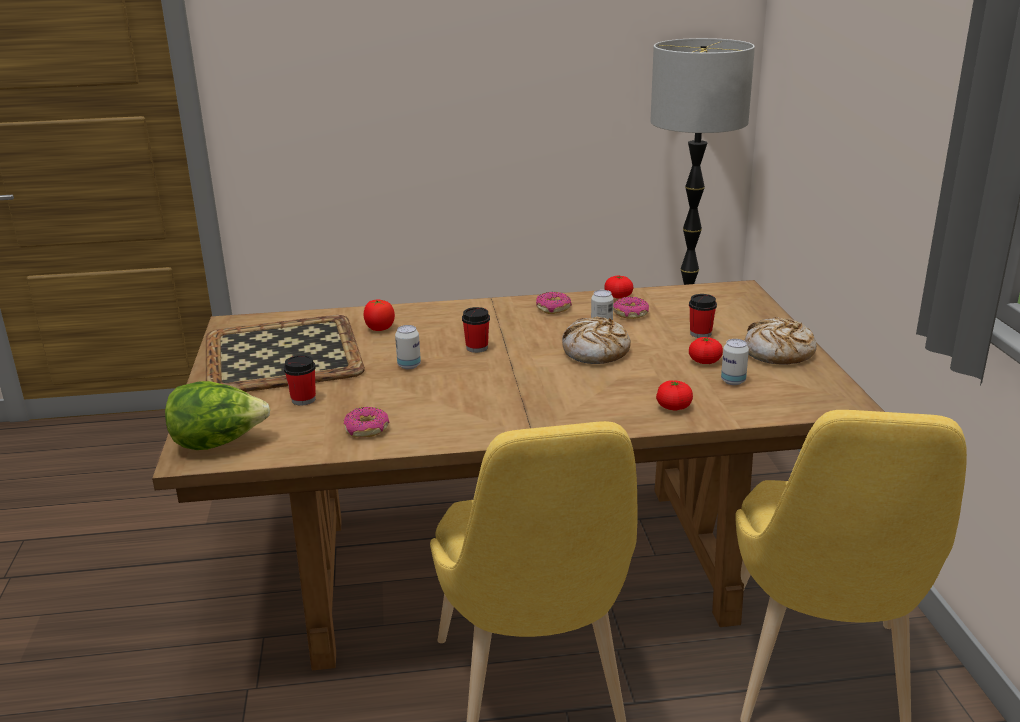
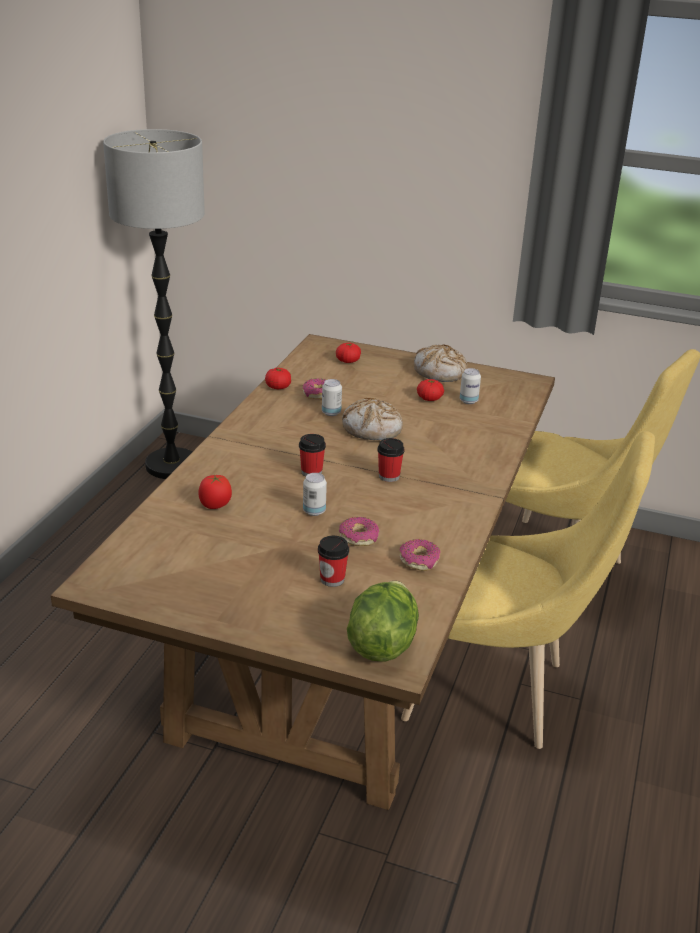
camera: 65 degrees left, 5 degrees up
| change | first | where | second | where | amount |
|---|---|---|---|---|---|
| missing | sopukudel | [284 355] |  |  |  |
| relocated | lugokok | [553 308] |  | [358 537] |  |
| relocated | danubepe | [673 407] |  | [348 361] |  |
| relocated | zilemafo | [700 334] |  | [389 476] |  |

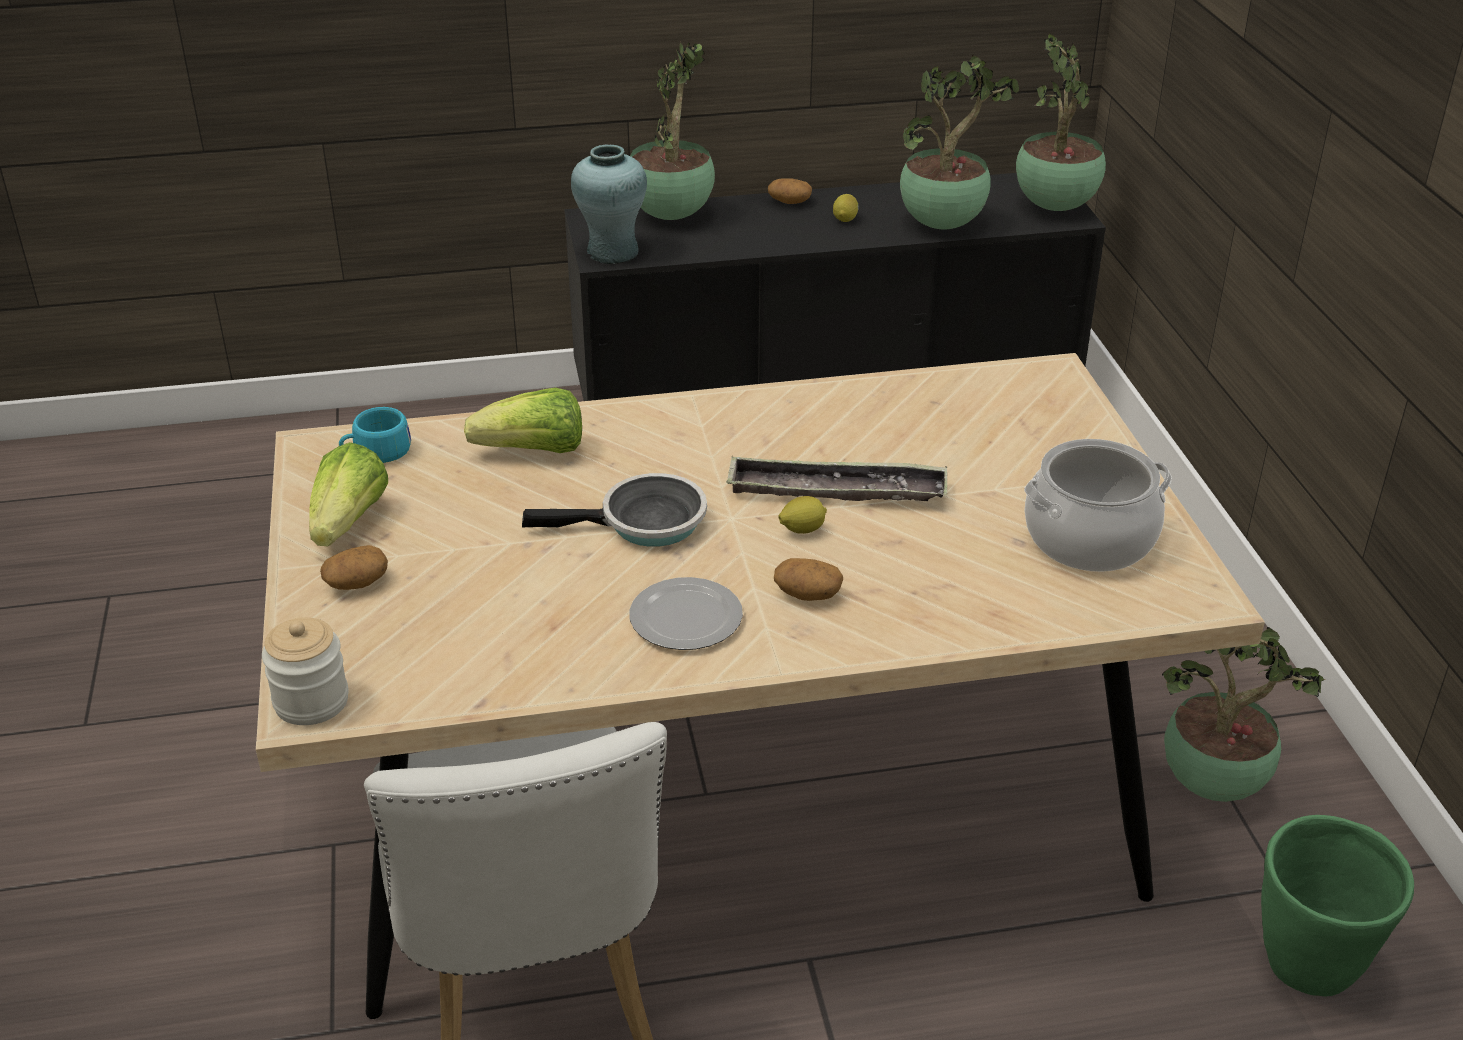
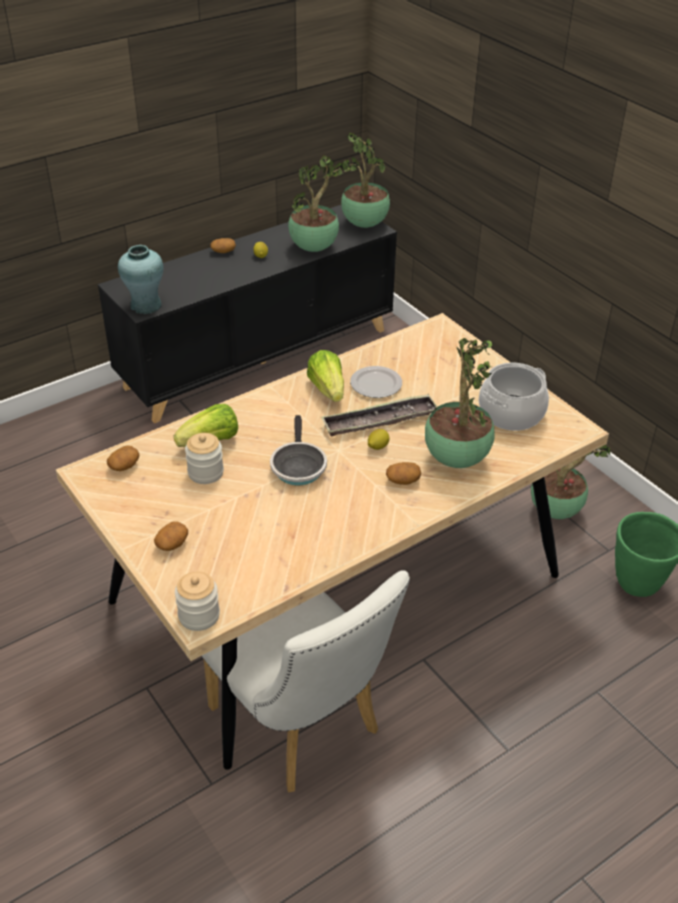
camera: 25 degrees left, 5 degrees up
| change | first | where | second | where | amount |
|---|---|---|---|---|---|
| appeared |  |  | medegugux | [205 472] |  |
| relocated | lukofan | [349 522] |  | [327 389] |  |
| relocated | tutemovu | [685 619] |  | [376 385] |  |
| relocated | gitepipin | [671 214] |  | [455 458] |  |
| exchanged | zilemafo (turquoise) | [376 452] | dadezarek | [124 466] |  |
| spun | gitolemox | [644 523] |  | [297 466] | 120 degrees clockwise |

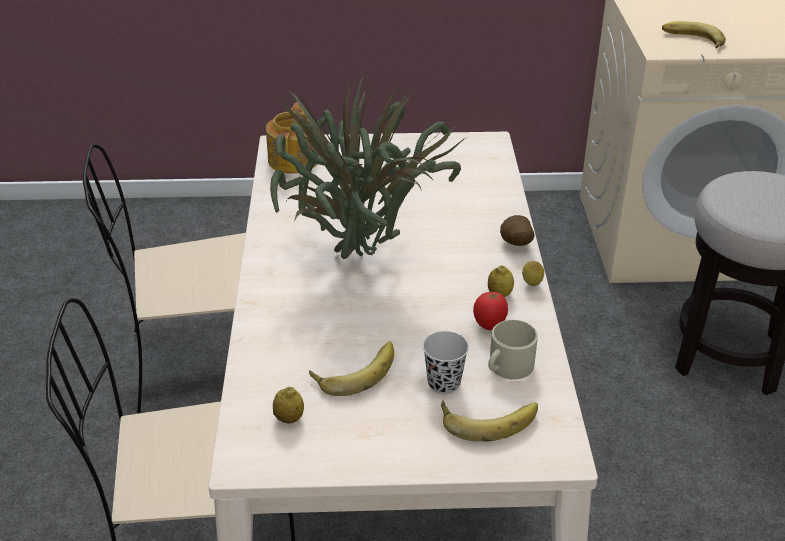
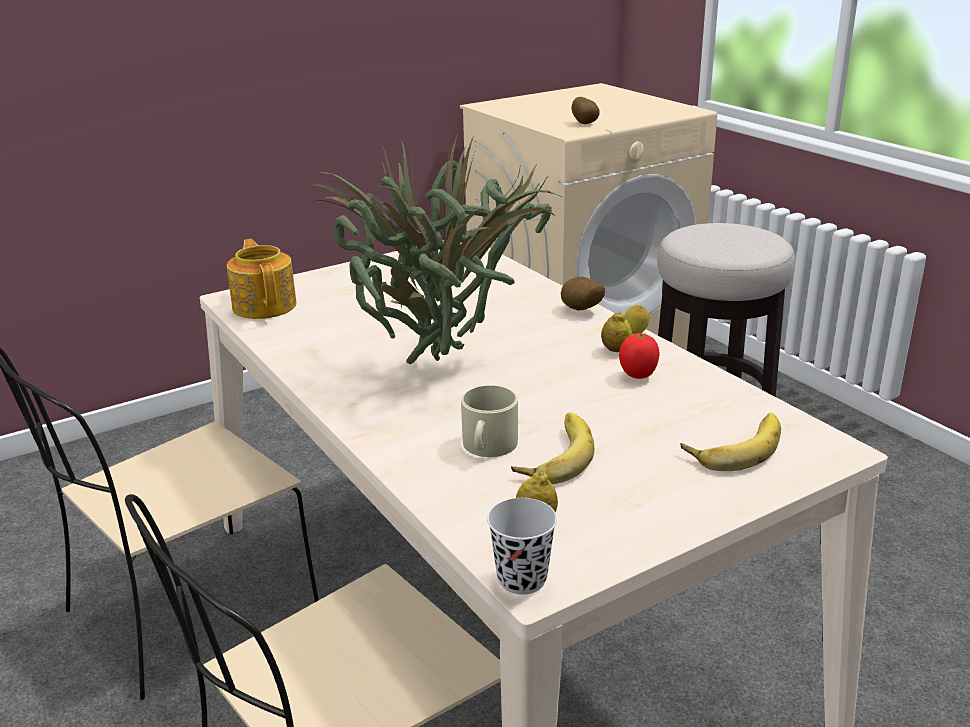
camera: 30 degrees left, 10 degrees down
| change | first | where | second | where | amount |
|---|---|---|---|---|---|
| relocated | zilemafo (black) | [444 383] |  | [522 579] |  |
| relocated | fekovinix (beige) | [507 367] |  | [488 446] |  |
| exchanged | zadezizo | [692 40] | dadezarek | [585 123] |  |

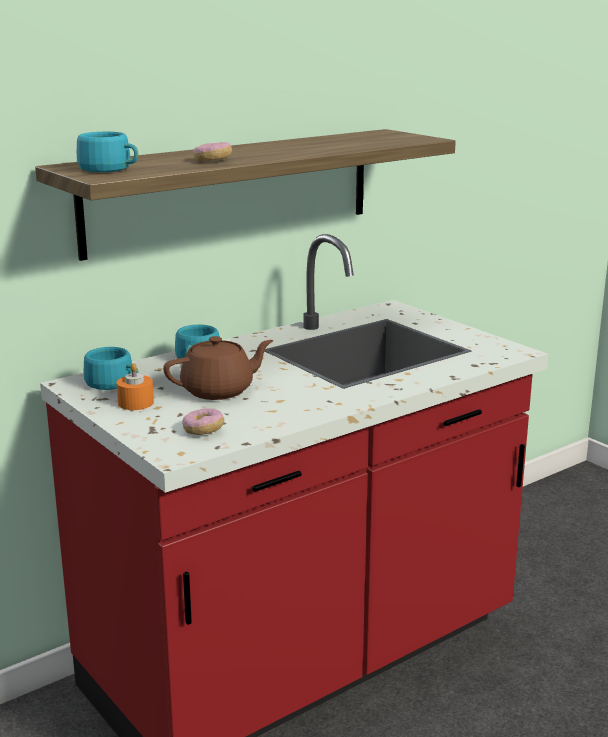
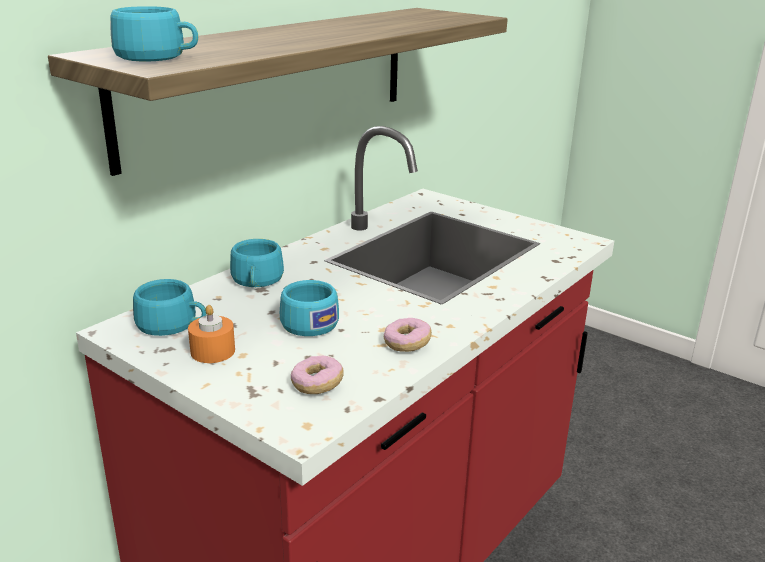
camera: 15 degrees left, 5 degrees up
| change | first | where | second | where | amount |
|---|---|---|---|---|---|
| relocated | lugokok | [212 160] |  | [407 344] |  |
| exchanged | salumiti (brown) | [219 391] | zilemafo (turquoise) | [305 322] |  |

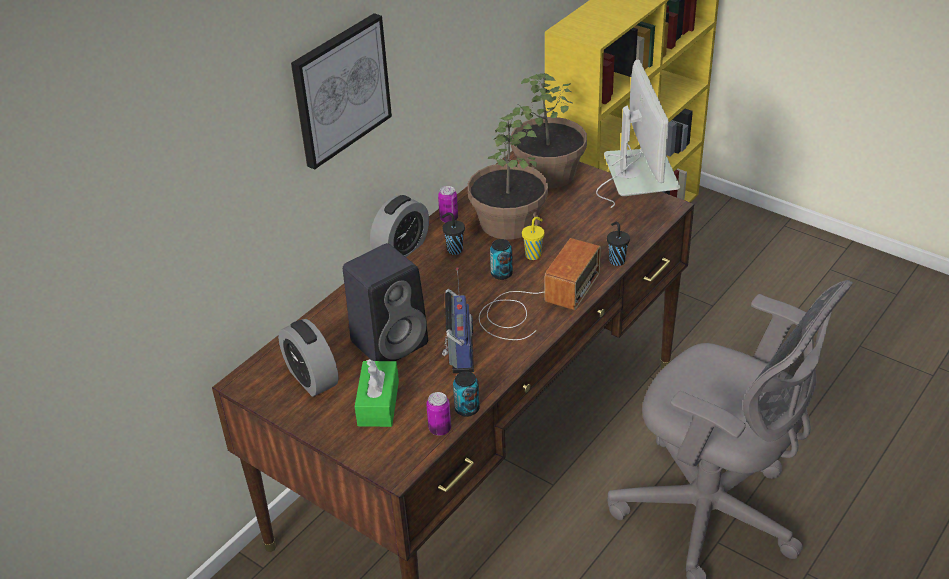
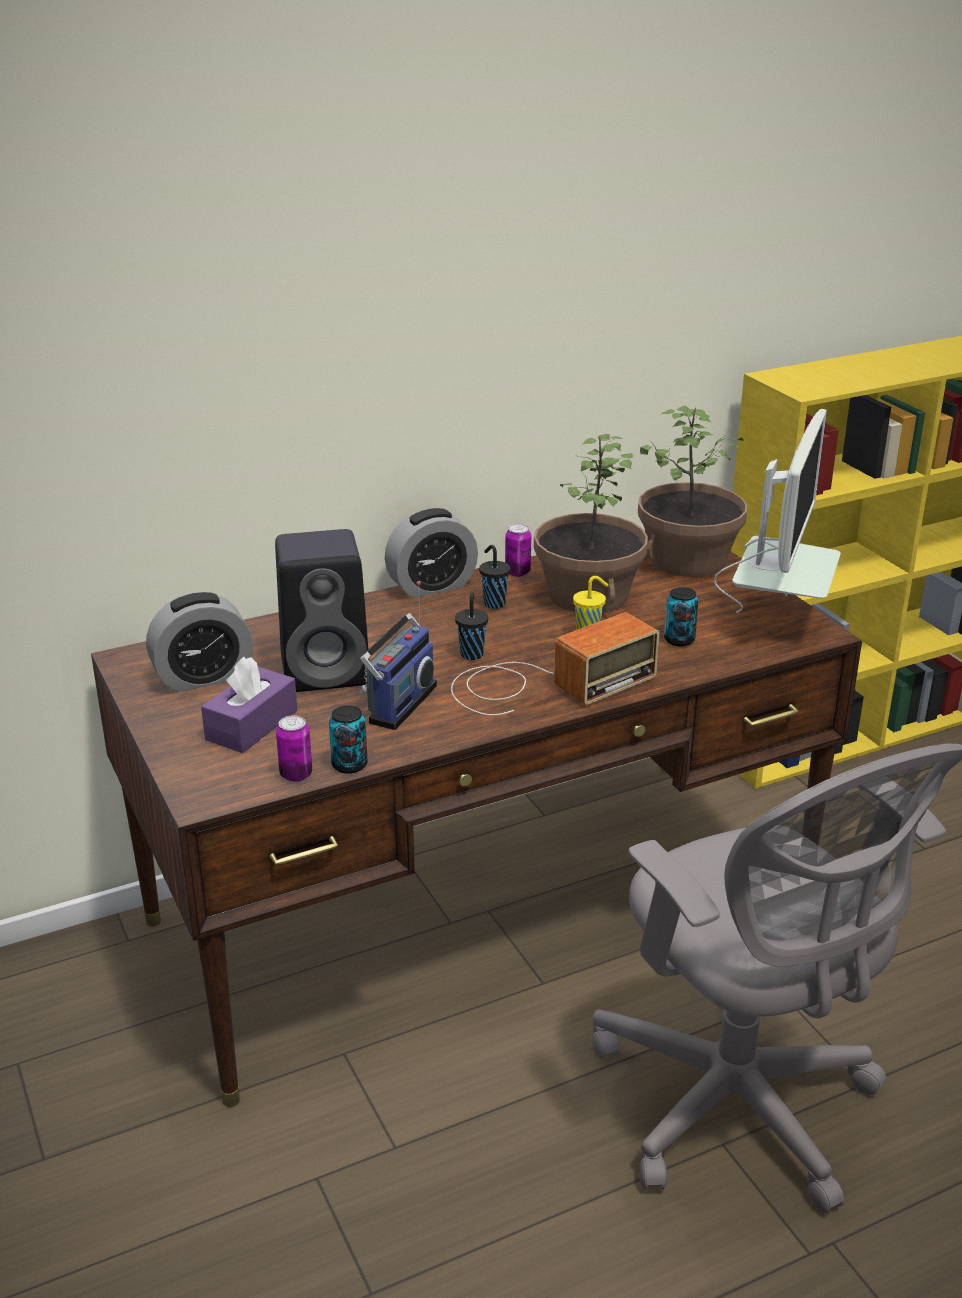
camera: 25 degrees right, 10 degrees down
| change | first | where | second | where | amount |
|---|---|---|---|---|---|
| missing | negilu | [340 89] |  |  |  |
| relocated | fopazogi | [501 274] |  | [679 640] |  |
| relocated | zilemafo (black) | [616 260] |  | [471 654] |  |
| colour | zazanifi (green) | [378 403] | zazanifi (purple) | [252 725] |  |
| spun | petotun | [311 378] |  | [203 677] | 105 degrees counterclockwise |

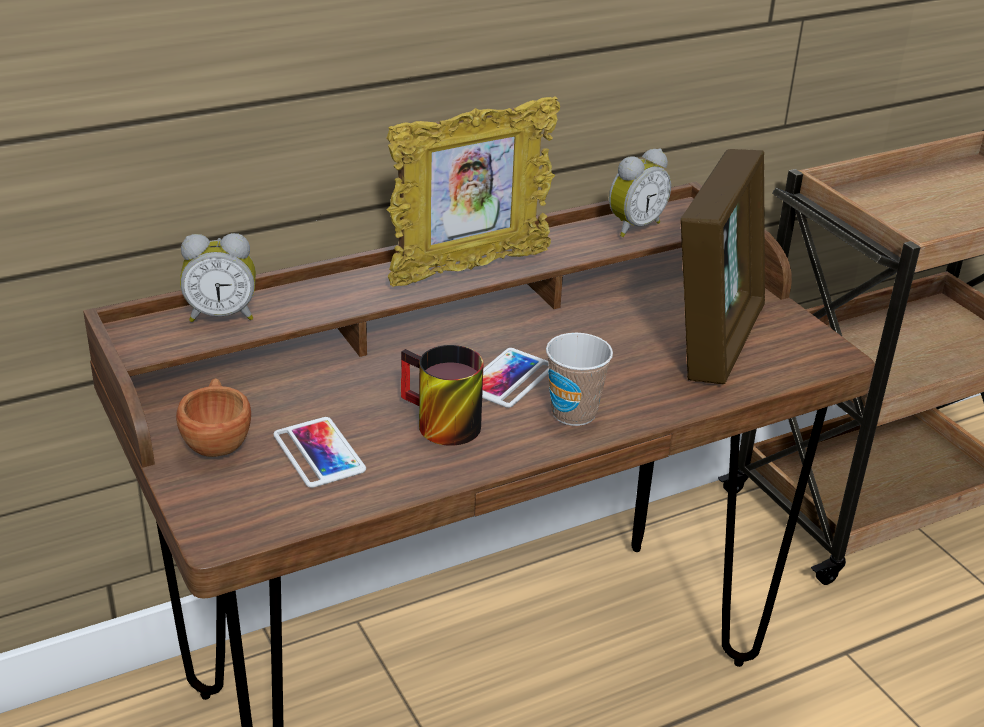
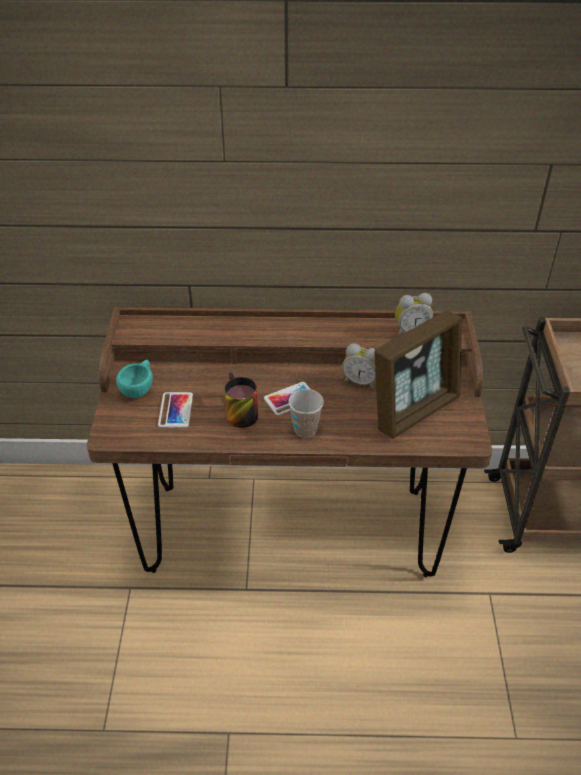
camera: 30 degrees right, 10 degrees up
| change | first | where | second | where | amount |
|---|---|---|---|---|---|
| missing | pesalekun | [469 268] |  |  |  |
| relocated | petotun | [222 315] |  | [361 381] |  |
| colour | zilemafo (brown) | [217 440] | zilemafo (turquoise) | [139 388] |  |

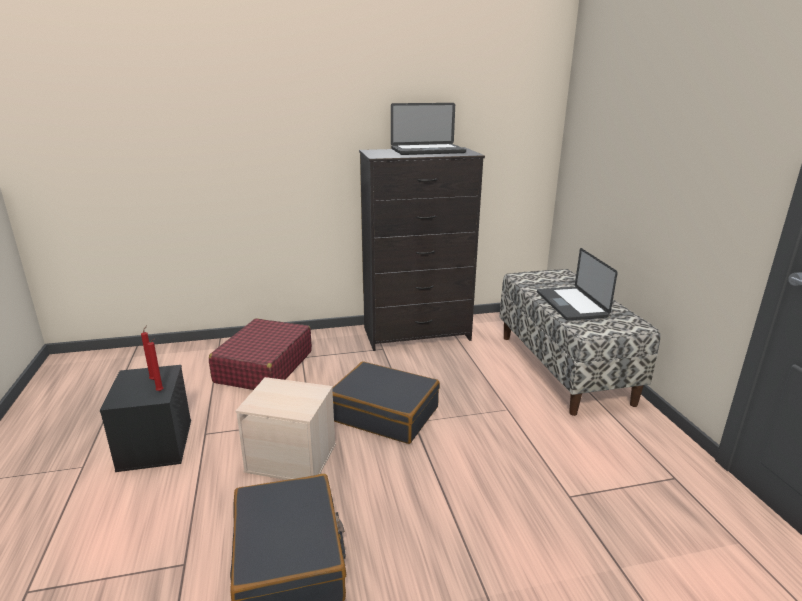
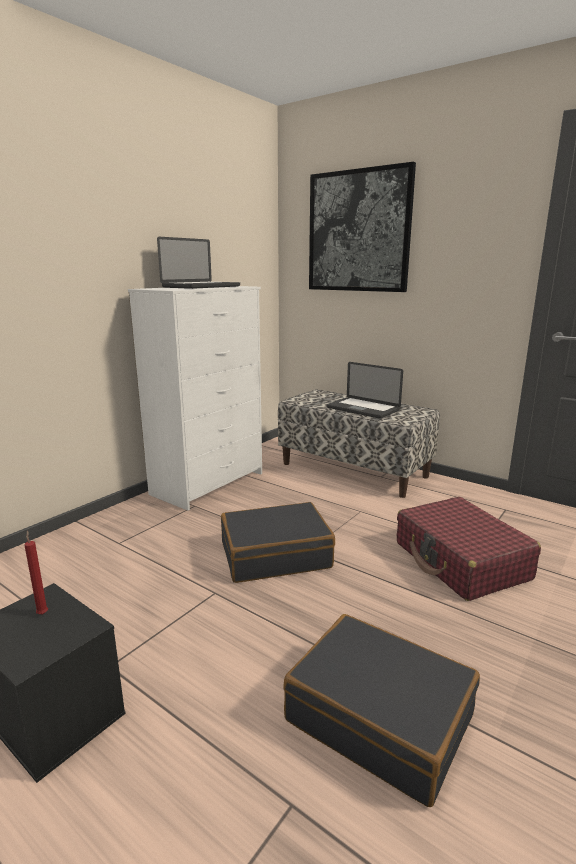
camera: 40 degrees left, 5 degrees down
| change | first | where | second | where | amount |
|---|---|---|---|---|---|
| missing | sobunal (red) | [161 391] |  |  |  |
| missing | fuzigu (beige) | [292 457] |  |  |  |
| appeared |  |  | negilu | [358 232] |  |
| relocated | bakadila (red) | [264 367] |  | [461 561] |  |
| colour | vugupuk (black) | [417 334] | vugupuk (white) | [209 483] |  |

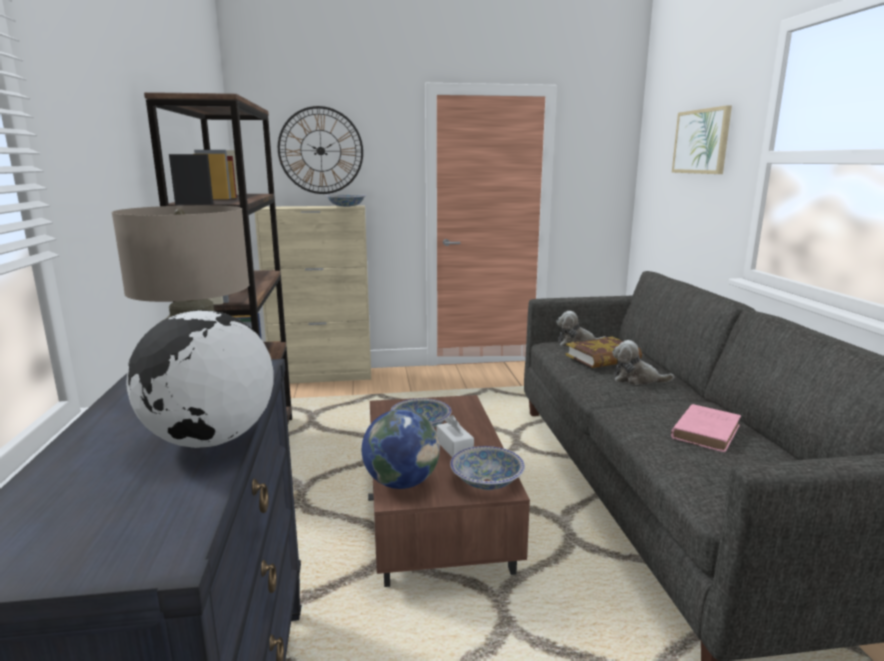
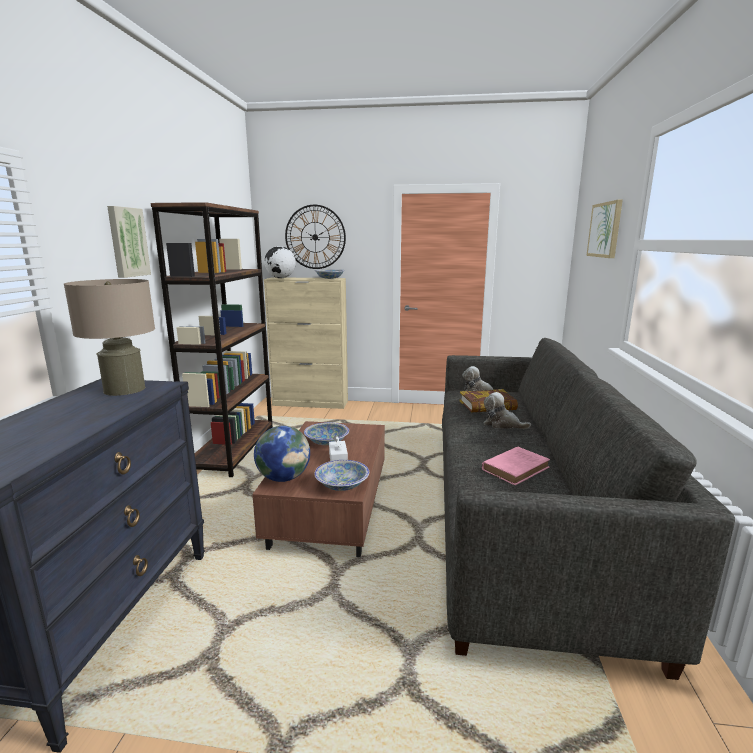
camera: 15 degrees right, 0 degrees up
| change | first | where | second | where | amount |
|---|---|---|---|---|---|
| appeared |  |  | negilu | [127 242] |  |
| relocated | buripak | [210 440] |  | [280 278] |  |

